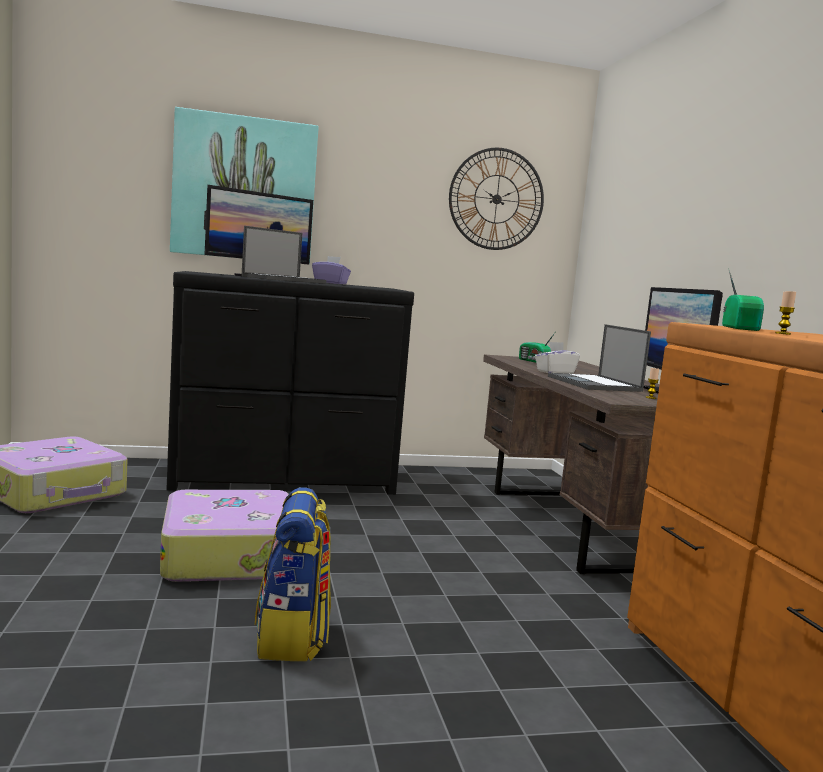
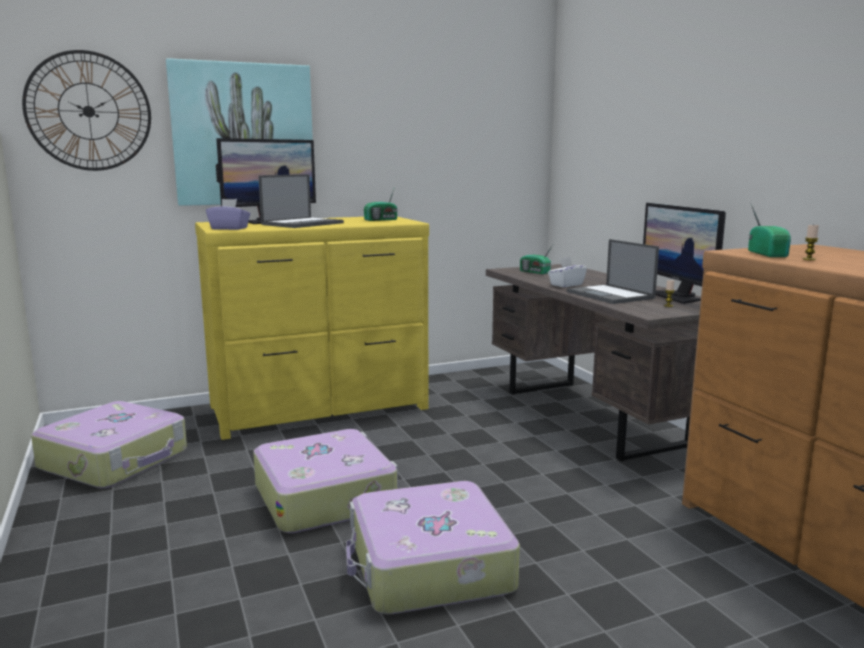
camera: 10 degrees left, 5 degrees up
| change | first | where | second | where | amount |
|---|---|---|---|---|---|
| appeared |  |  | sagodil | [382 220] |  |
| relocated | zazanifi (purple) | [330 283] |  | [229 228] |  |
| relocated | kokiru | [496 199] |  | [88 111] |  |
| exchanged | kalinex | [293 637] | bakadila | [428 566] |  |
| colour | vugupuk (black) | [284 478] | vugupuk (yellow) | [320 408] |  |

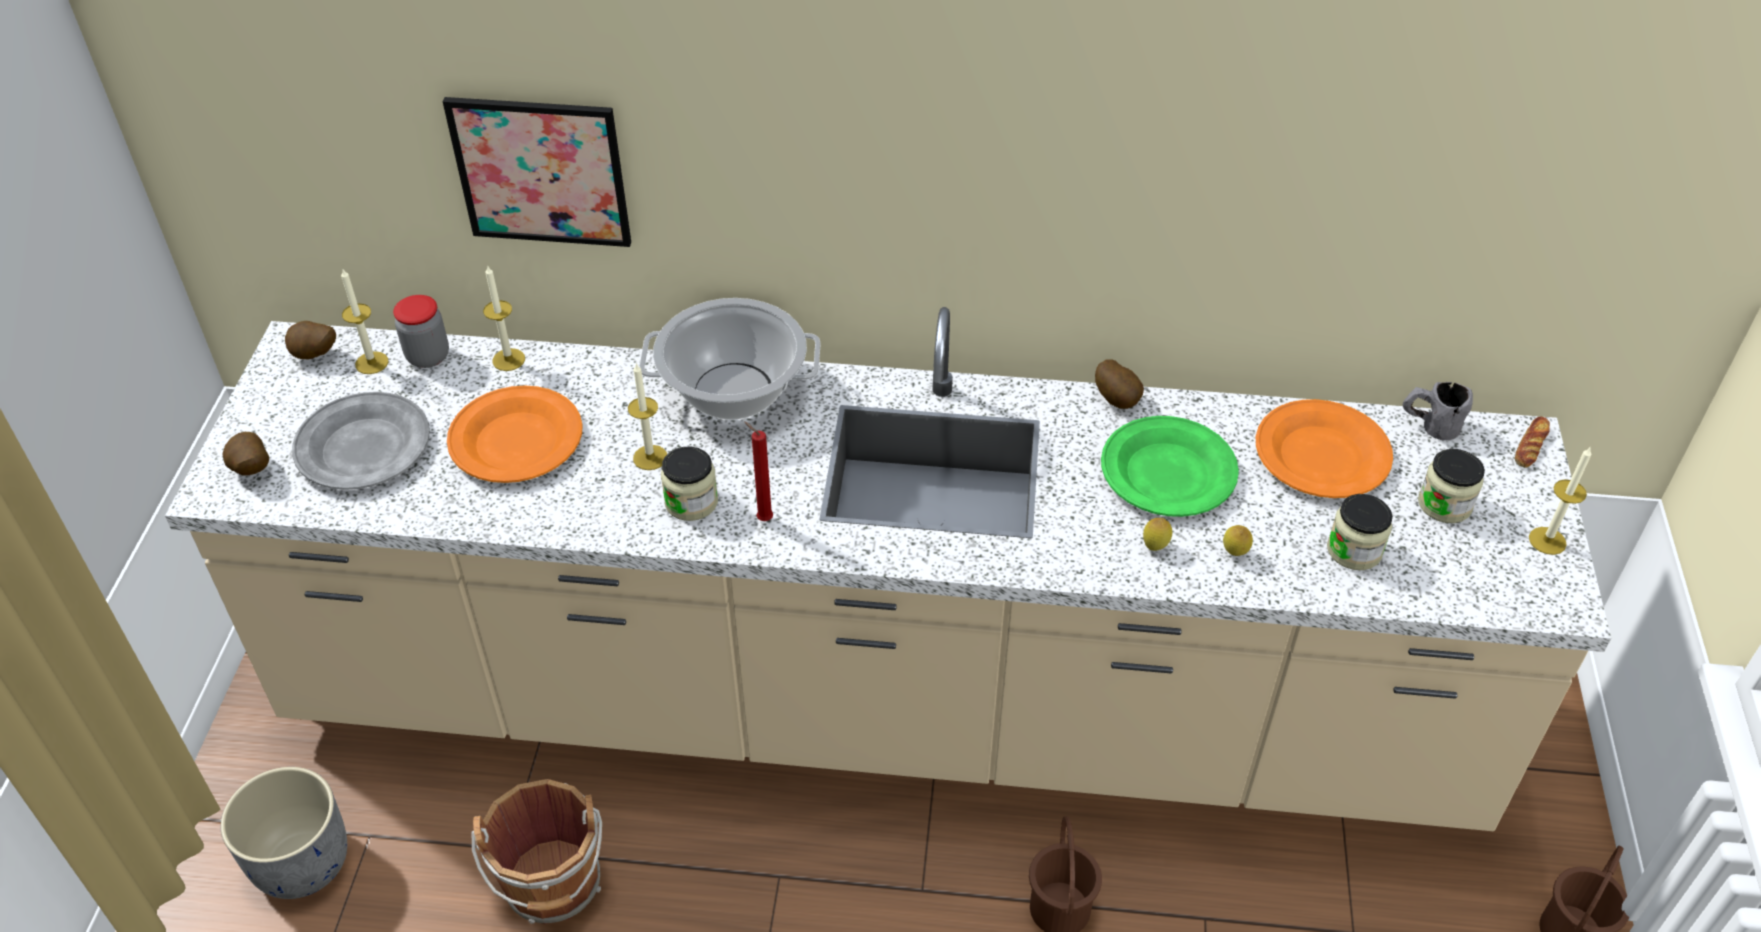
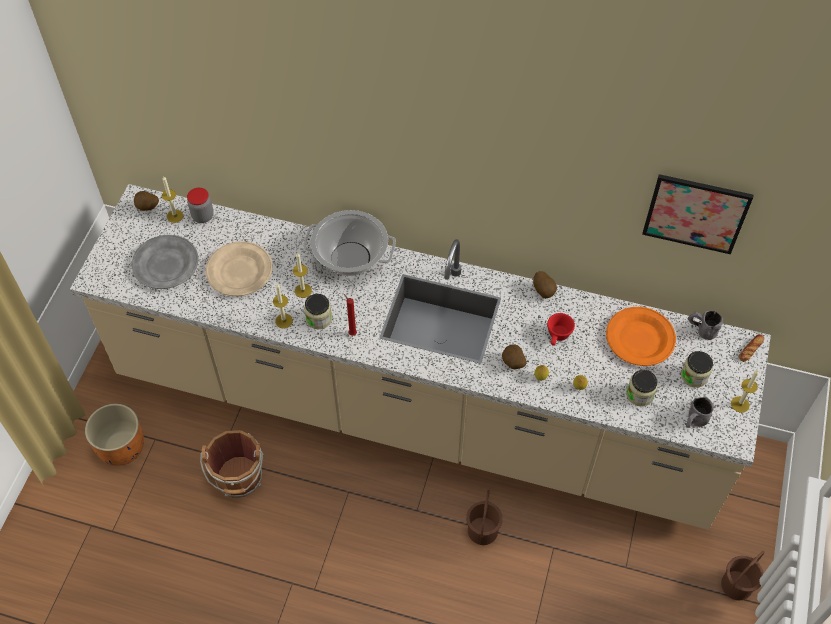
camera: 10 degrees right, 10 degrees up
| change | first | where | second | where | amount |
|---|---|---|---|---|---|
| appeared |  |  | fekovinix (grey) | [694 422] |  |
| relocated | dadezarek | [251 470] |  | [512 363] |  |
| relocated | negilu | [541 171] |  | [696 213] |  |
| relocated | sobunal | [508 359] |  | [284 321] |  |
| exchanged | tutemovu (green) | [1167 472] | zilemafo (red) | [558 336] |  |
| colour | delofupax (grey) | [301 864] | delofupax (orange) | [121 448] |  |
| colour | tutemovu (orange) | [517 441] | tutemovu (beige) | [240 271] |  |

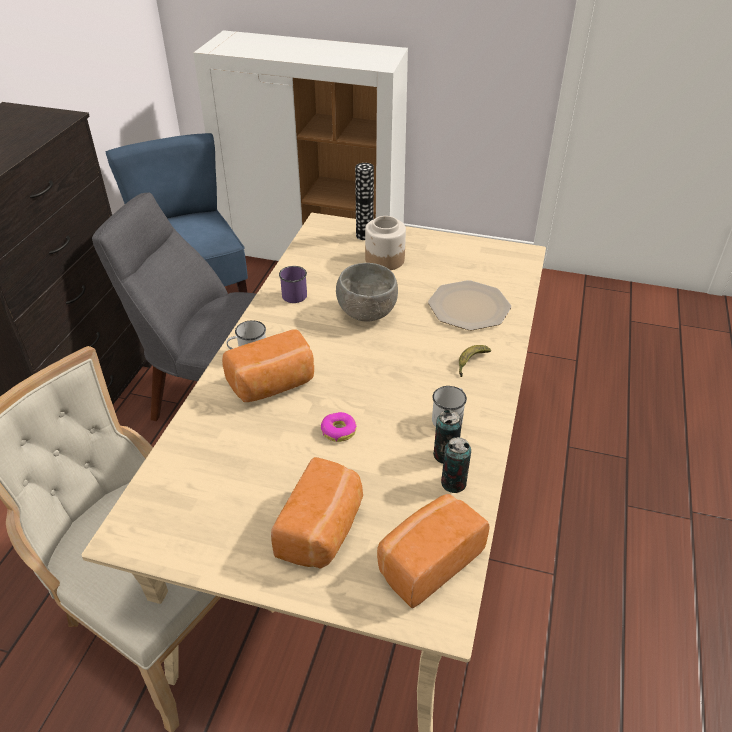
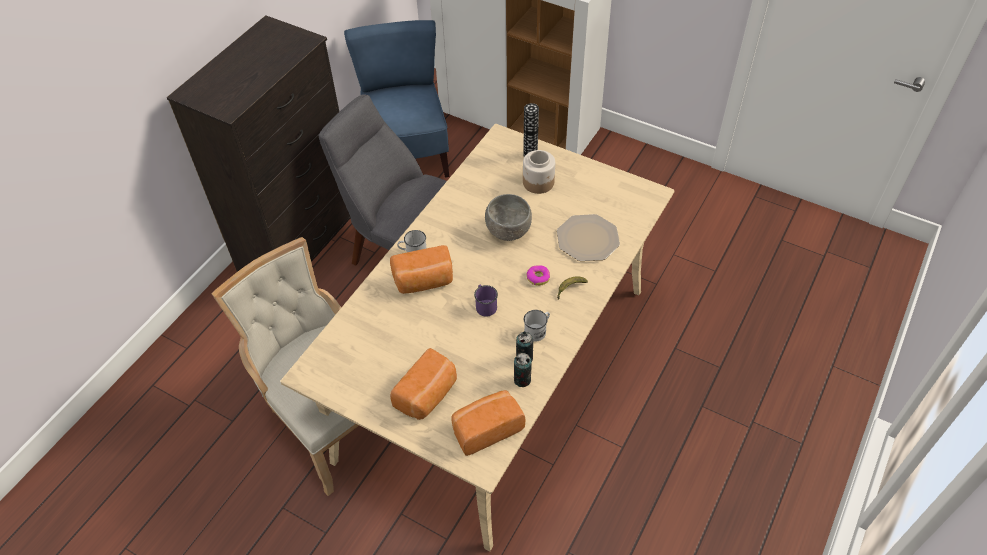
camera: 15 degrees right, 10 degrees up
| change | first | where | second | where | amount |
|---|---|---|---|---|---|
| relocated | fekovinix (purple) | [292 294] |  | [485 305] |  |
| relocated | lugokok | [338 431] |  | [538 277] |  |

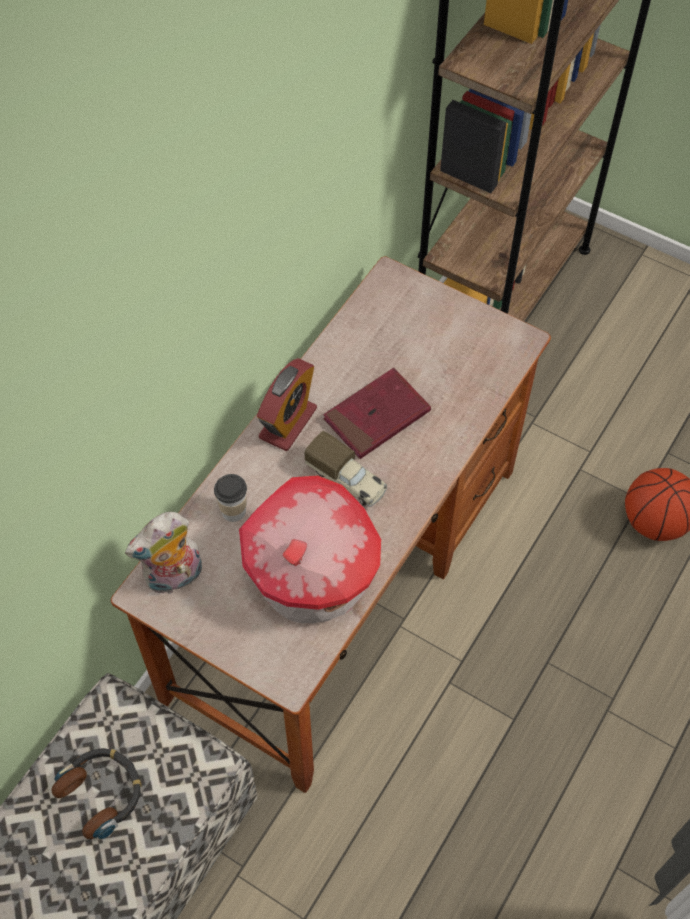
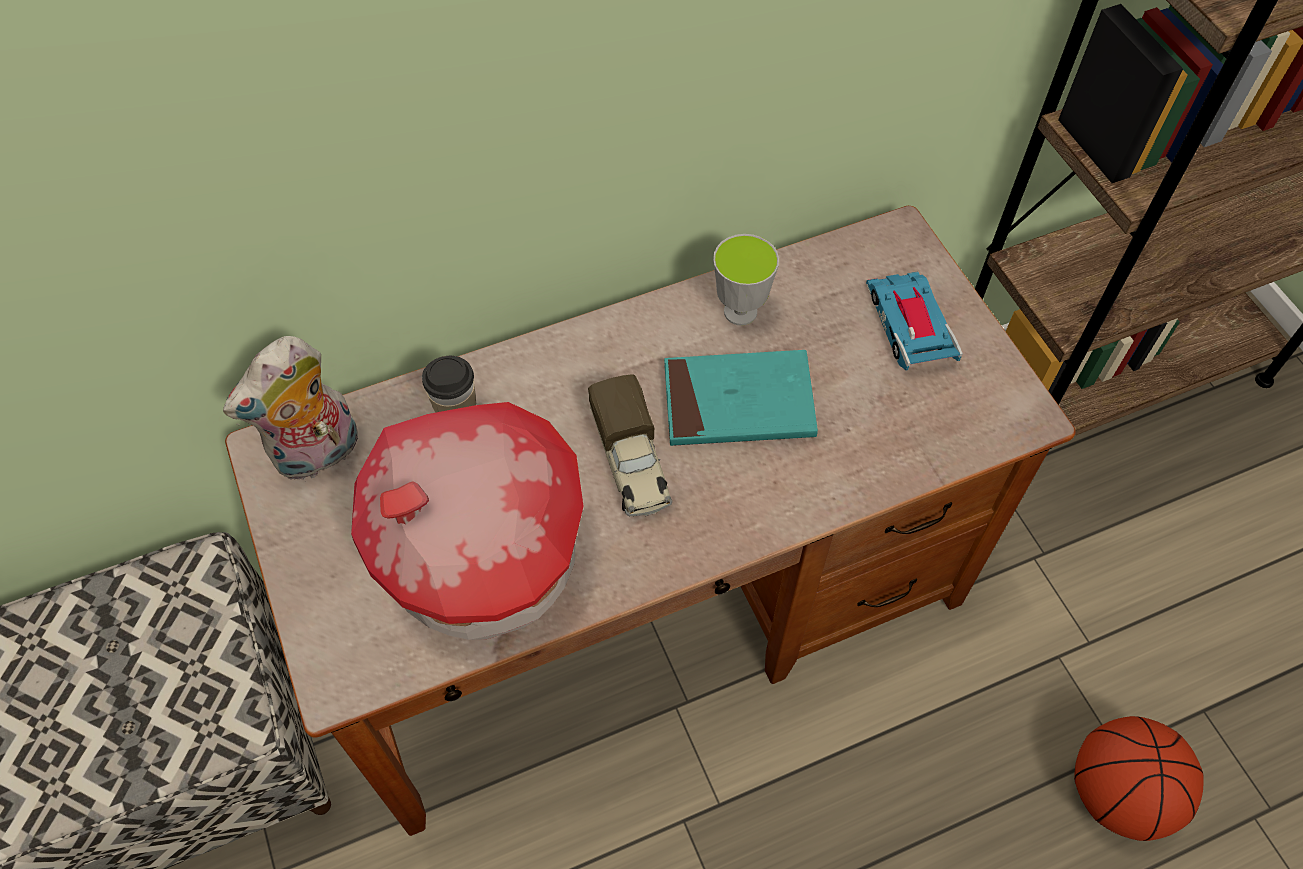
camera: 35 degrees right, 0 degrees up
| change | first | where | second | where | amount |
|---|---|---|---|---|---|
| missing | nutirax | [103 792] |  |  |  |
| missing | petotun | [288 423] |  |  |  |
| appeared |  |  | zilemafo | [740 312] |  |
| appeared |  |  | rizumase | [909 325] |  |
| colour | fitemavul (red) | [377 416] | fitemavul (turquoise) | [738 403] |  |
| spun | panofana | [174 578] |  | [318 455] | 45 degrees counterclockwise |

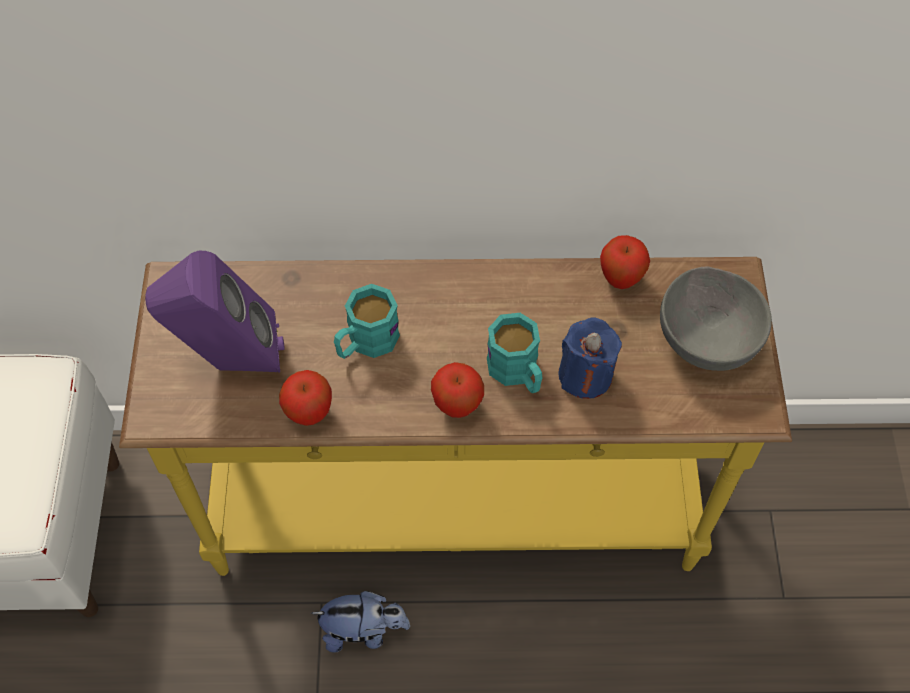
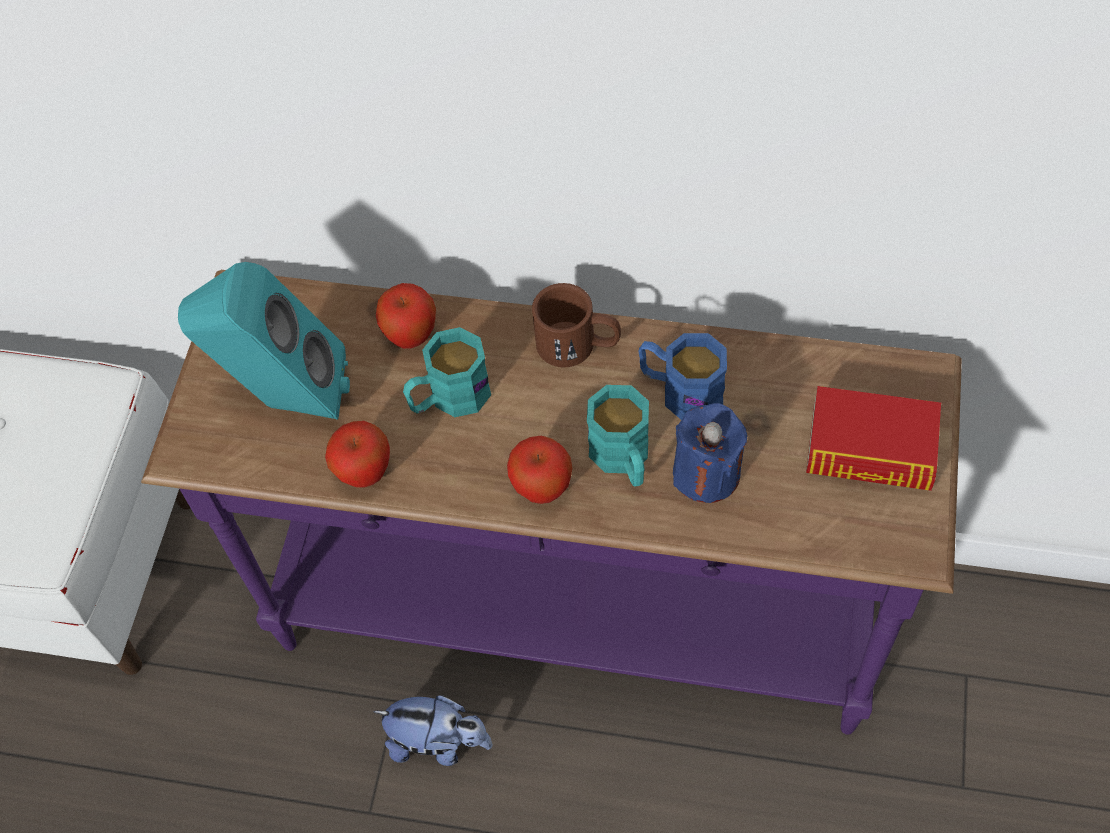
camera: 15 degrees right, 0 degrees up
| change | first | where | second | where | amount |
|---|---|---|---|---|---|
| appeared |  |  | fekovinix (brown) | [578 345] |  |
| appeared |  |  | fekovinix (blue) | [680 391] |  |
| relocated | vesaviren | [620 279] |  | [411 336] |  |
| exchanged | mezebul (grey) | [708 337] | fitemavul | [870 447] |  |
| colour | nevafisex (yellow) | [455 512] | nevafisex (purple) | [574 617] |  |
| colour | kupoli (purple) | [230 362] | kupoli (turquoise) | [286 400] |  |

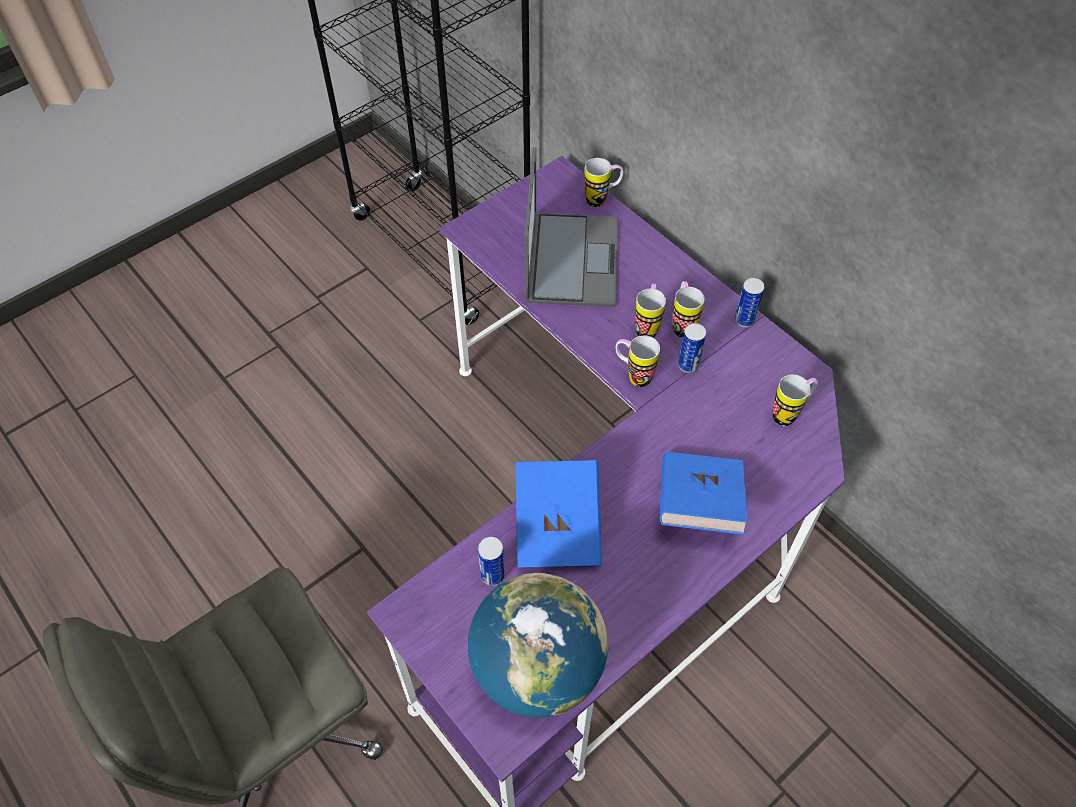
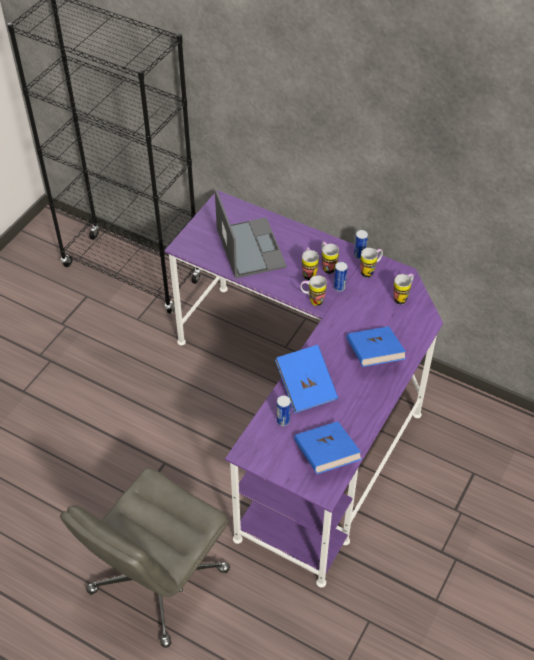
camera: 20 degrees left, 5 degrees down
| change | first | where | second | where | amount |
|---|---|---|---|---|---|
| relocated | fekovinix | [602 199] |  | [370 271] |  |
| exchanged | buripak | [537 667] | fitemavul (blue) | [326 456] |  |

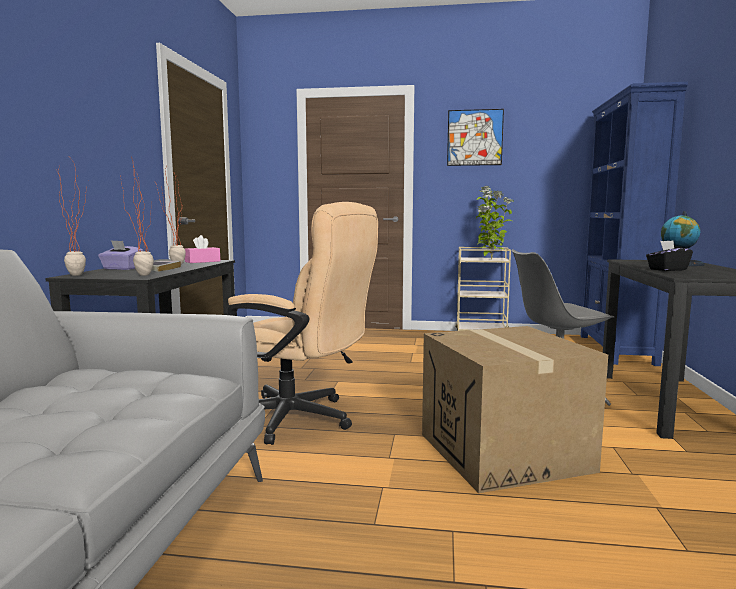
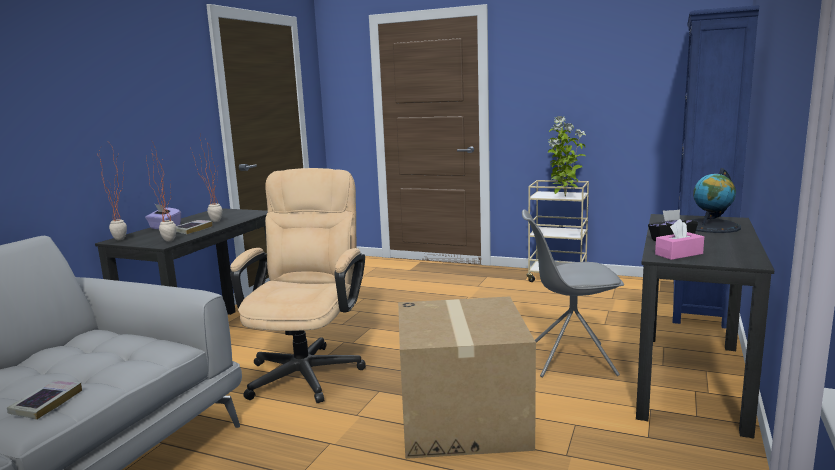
camera: 15 degrees right, 5 degrees up
| change | first | where | second | where | amount |
|---|---|---|---|---|---|
| missing | negilu | [474 137] |  |  |  |
| appeared |  |  | fitemavul | [46 403] |  |
| relocated | zazanifi (pink) | [202 261] |  | [678 254] |  |
| spun | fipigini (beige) | [300 420] |  | [308 369] | 120 degrees counterclockwise |

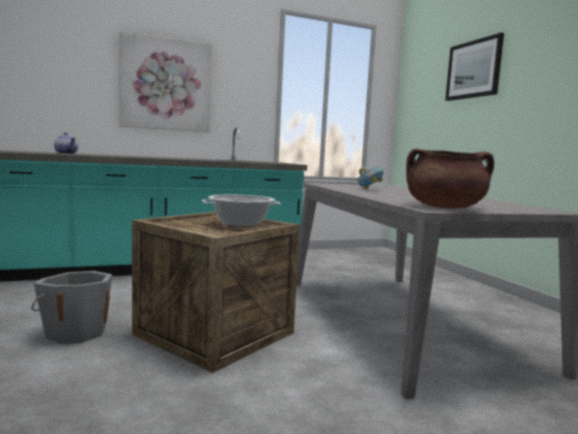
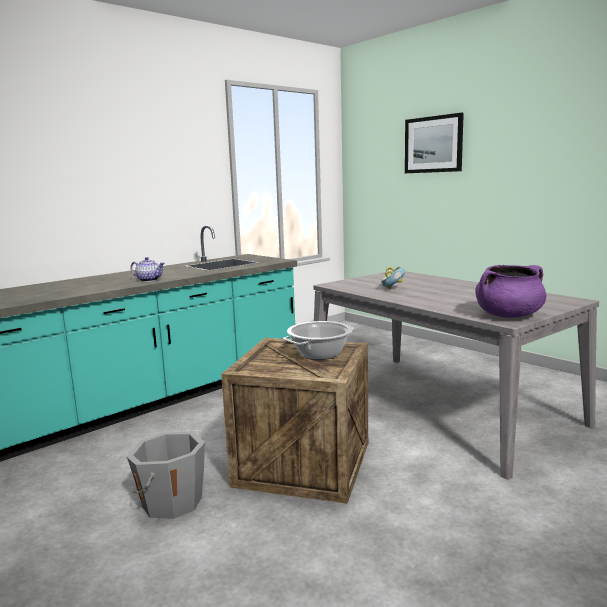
camera: 20 degrees left, 5 degrees up
| change | first | where | second | where | amount |
|---|---|---|---|---|---|
| missing | negilu | [166 84] |  |  |  |
| relocated | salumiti | [66 153] |  | [148 280] |  |
| colour | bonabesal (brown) | [444 207] | bonabesal (purple) | [509 315] |  |

